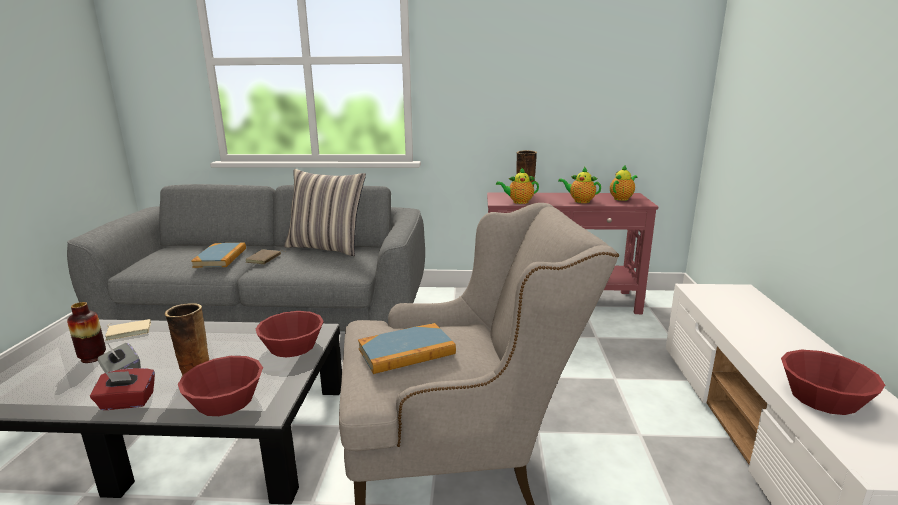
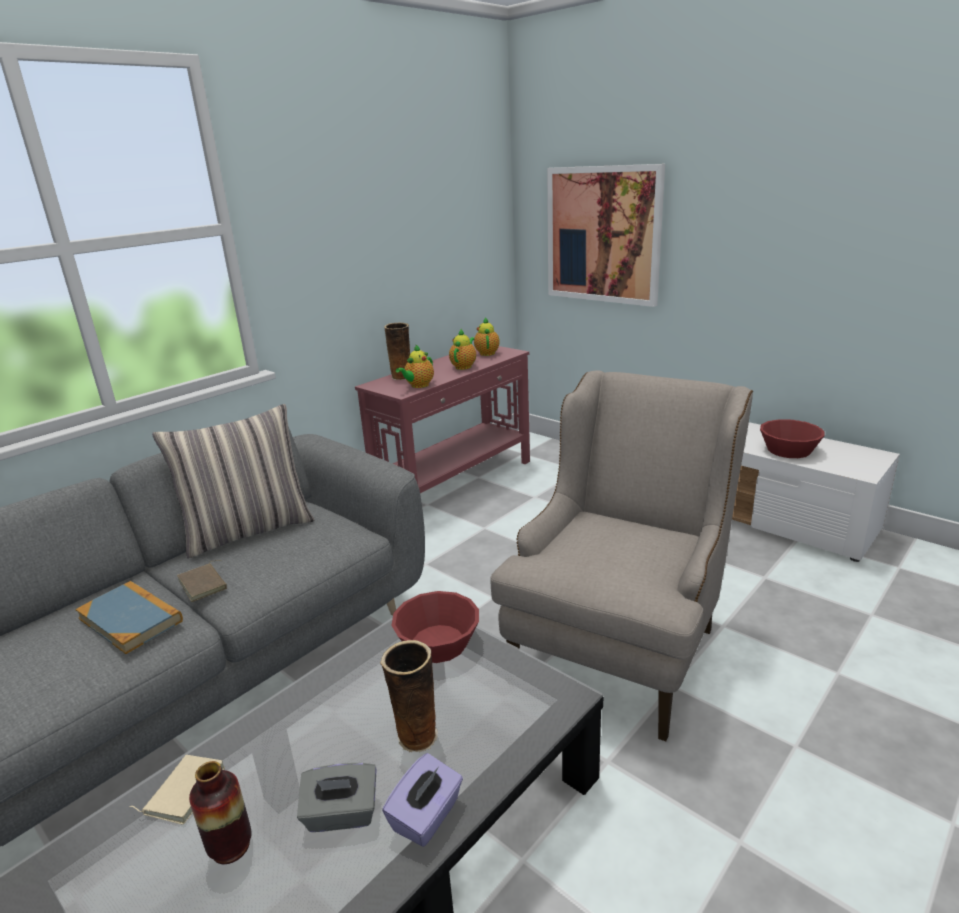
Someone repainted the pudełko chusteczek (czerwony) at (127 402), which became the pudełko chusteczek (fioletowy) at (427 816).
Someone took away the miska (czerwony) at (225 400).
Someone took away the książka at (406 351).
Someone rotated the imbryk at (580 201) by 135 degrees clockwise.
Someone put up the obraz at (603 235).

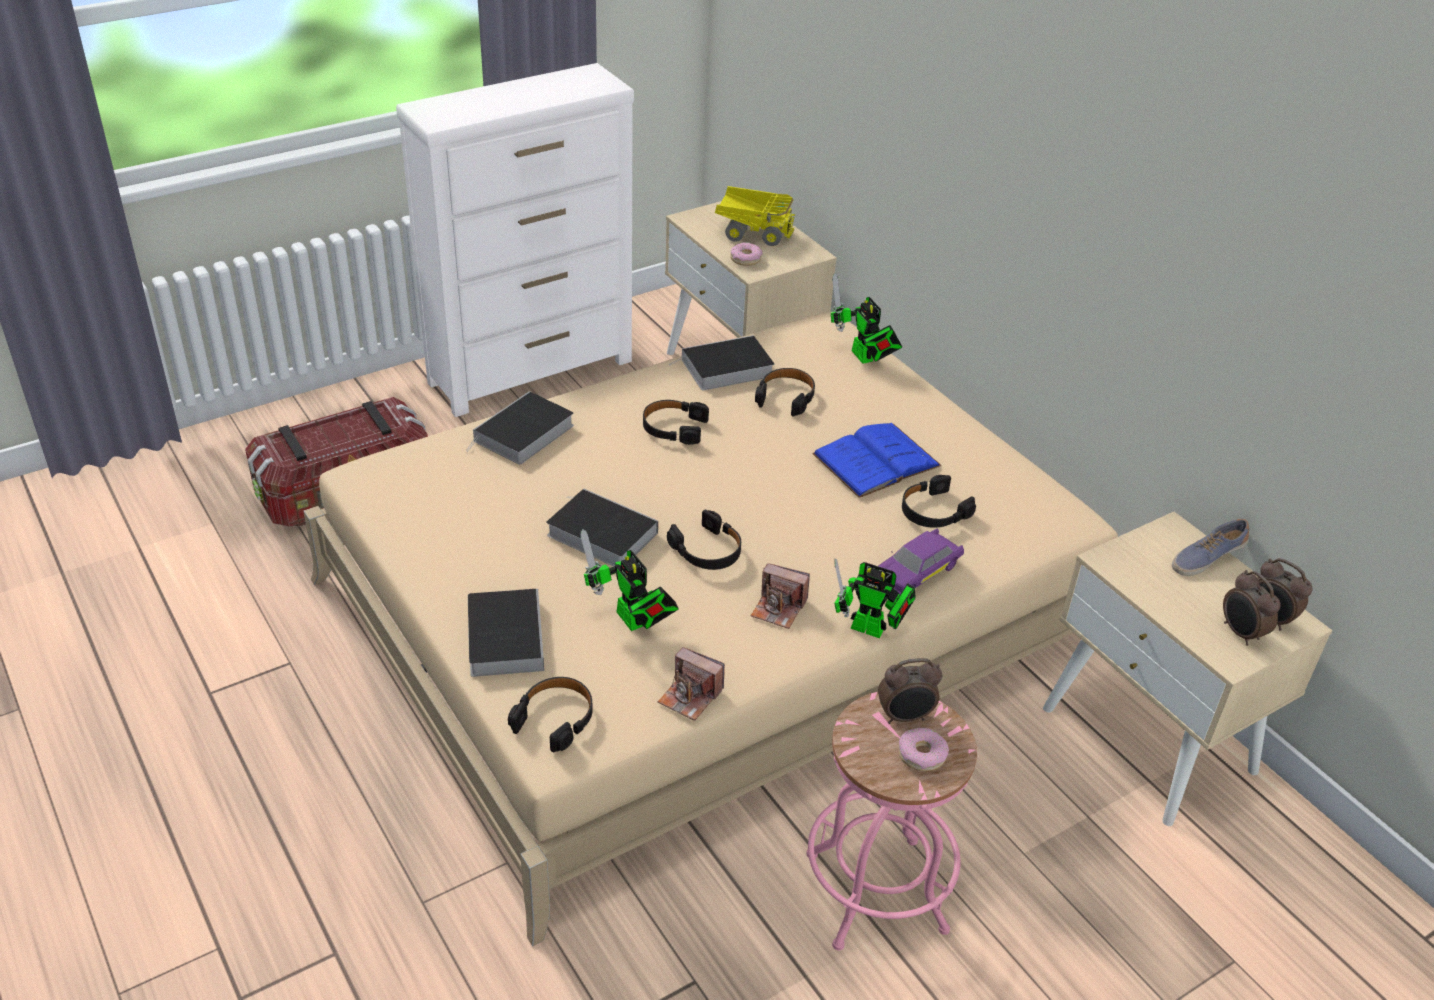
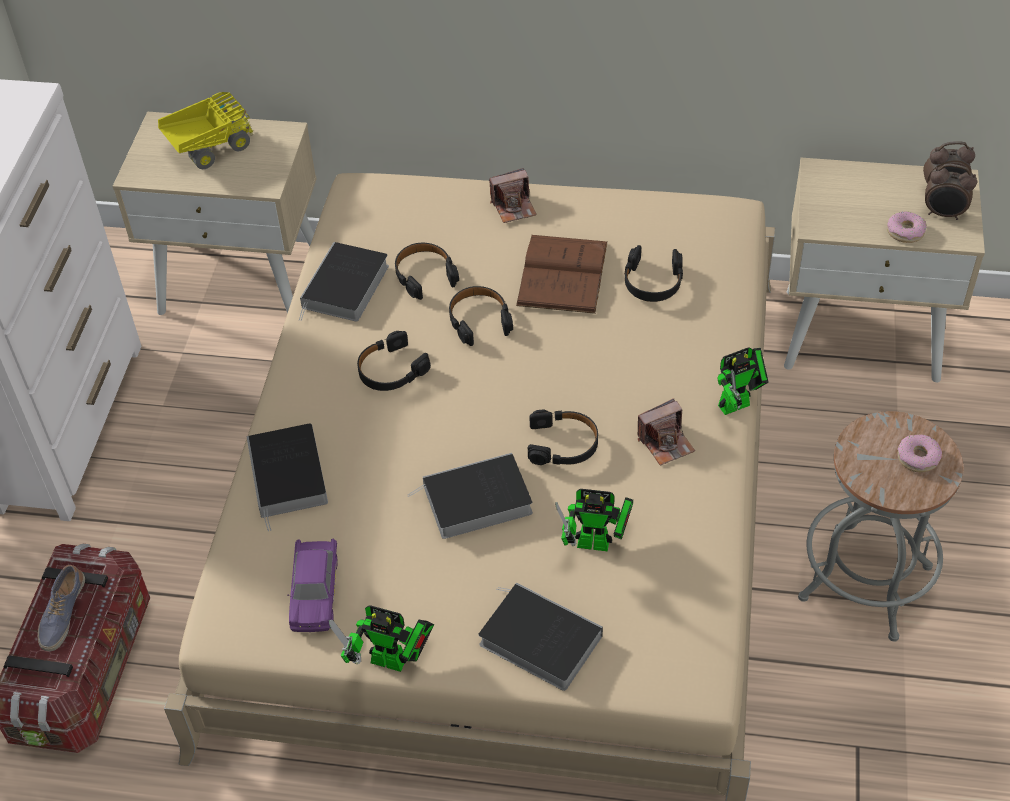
Someone carried the słuchawki (czarny) from (555 718) to (479 320).
Someone carried the aparat fotograficzny from (690 696) to (513 207).
Someone carried the donut from (745 259) to (905 232).
Someone repainted the stołek (różowy) at (876 892), which became the stołek (szary) at (865 582).
Someone repainted the książka (niebieski) at (876 460), which became the książka (brązowy) at (562 273).
Someone carried the robot zabawkowy from (864 358) to (394 662).
Someone carried the samochodzik (fioletowy) from (917 572) to (315 591).
Someone took away the budzik at (905 717).
Someone carried the but from (1206 558) to (63 615).

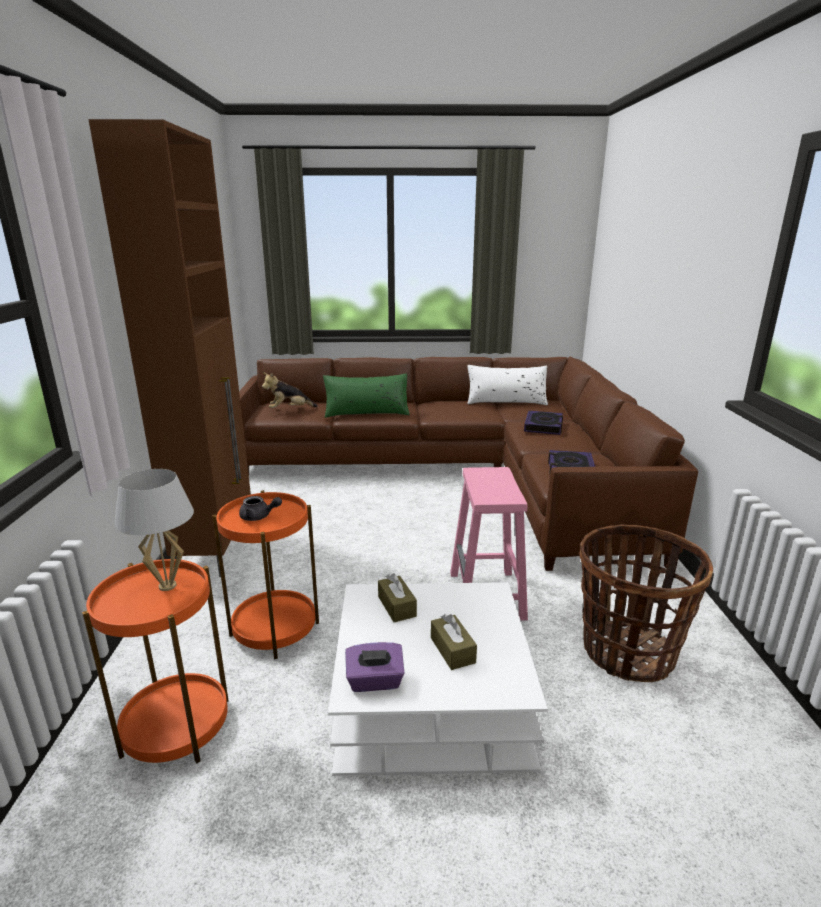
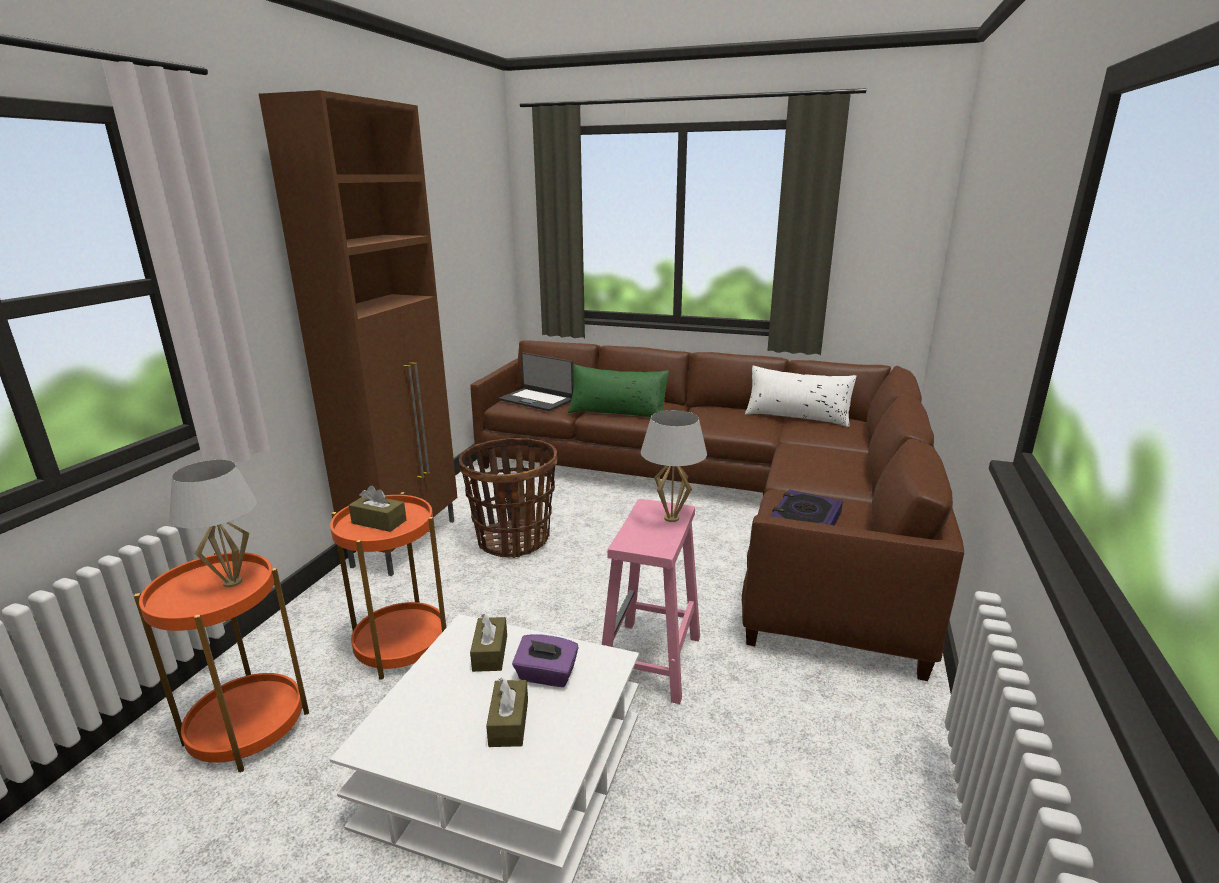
Someone swapped the imbryk (szary) at (259 517) for the pudełko chusteczek (brązowy) at (379 522).
Someone swapped the pluszak at (289 410) for the laptop at (537 400).
Someone carried the pudełko chusteczek (fioletowy) from (375 681) to (546 675).
Someone took away the książka at (543 426).
Someone carried the koszyk from (627 652) to (513 540).
Someone put down the lampa stołowa (biały) at (671 518).

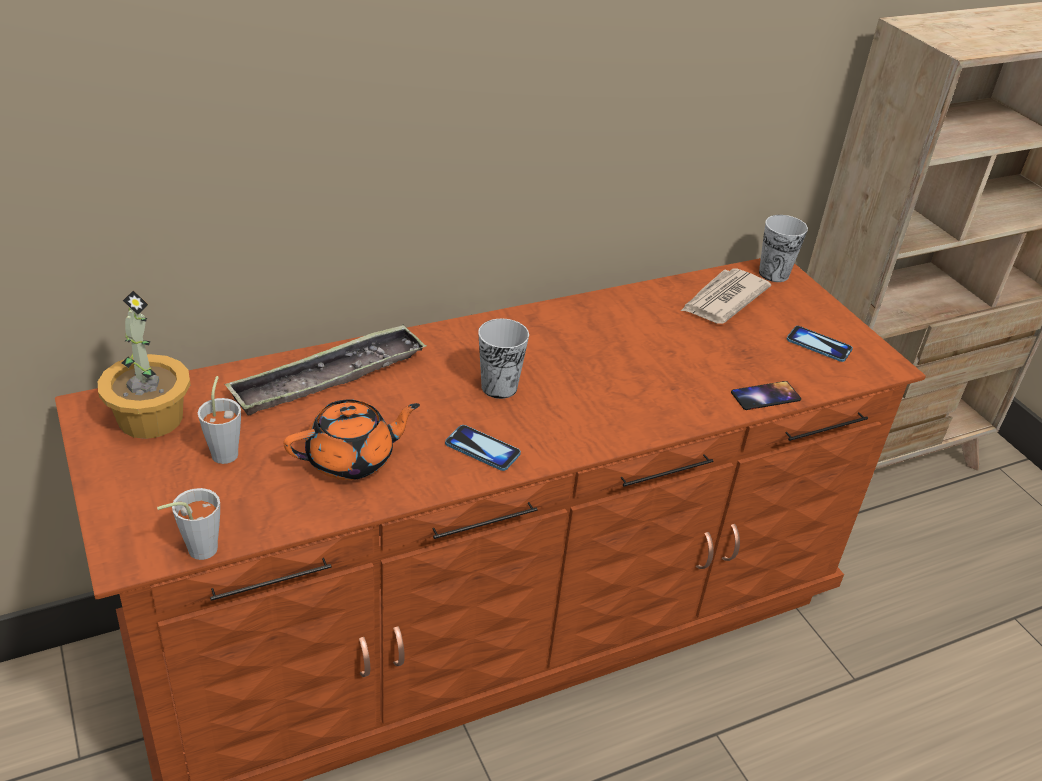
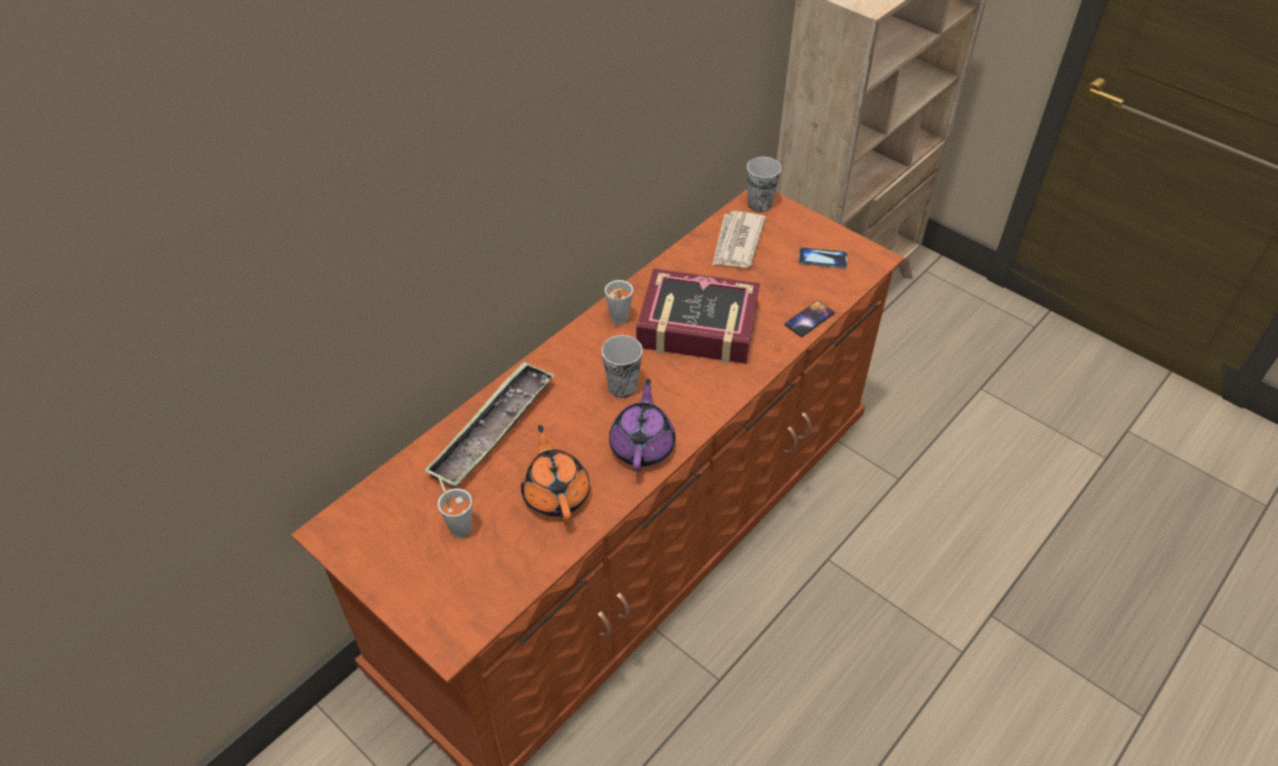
Someone took away the roślina doniczkowa at (149 418).
Someone carried the filiżanka (szary) from (196 551) to (616 320).
Someone rotated the imbryk (pomarańczowy) at (352 459) by 60 degrees counterclockwise.
Someone swapped the telefon at (482 449) for the imbryk (fioletowy) at (642 445).
Someone put down the książka at (697 326).

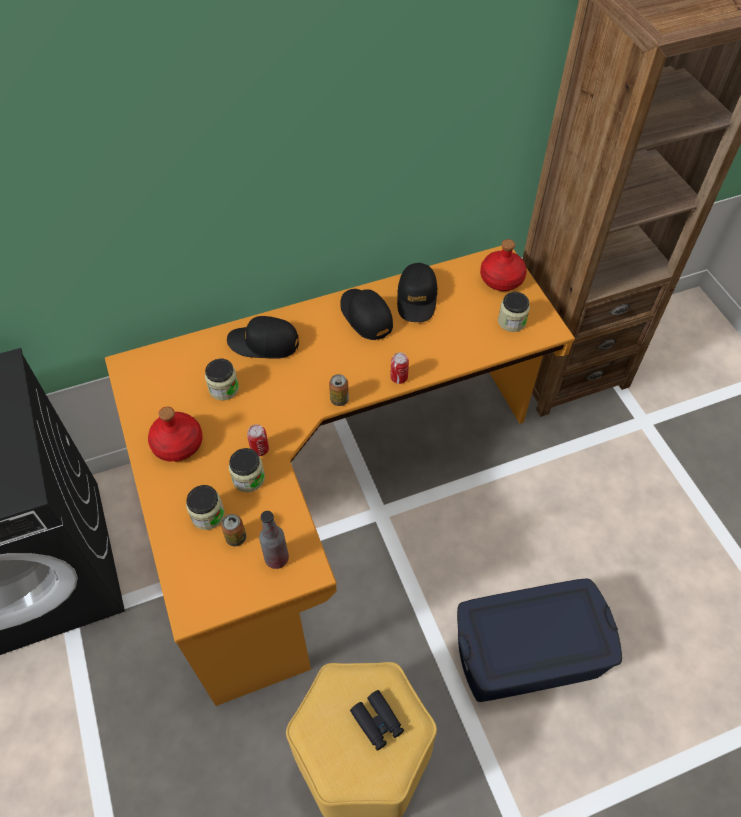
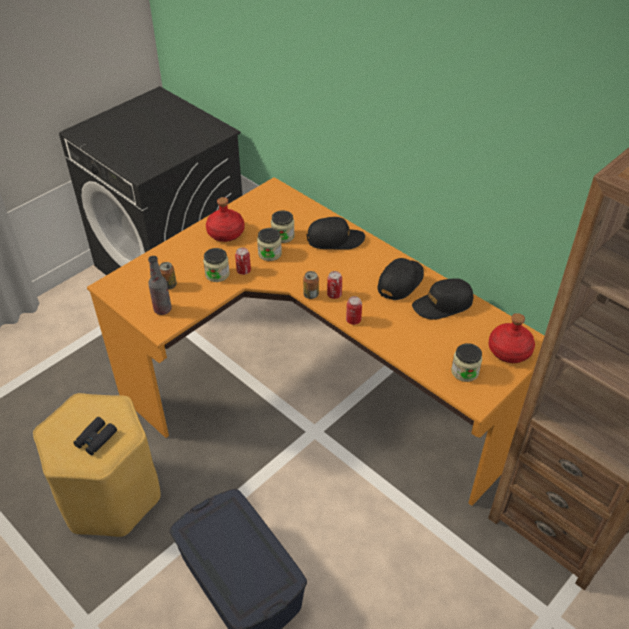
Someone carried the słoik from (208 515) to (269 253).
Someone rotated the czapka z daszkiem (czarny) at (264 343) by 105 degrees clockwise.
Someone put down the puszka at (334 294).

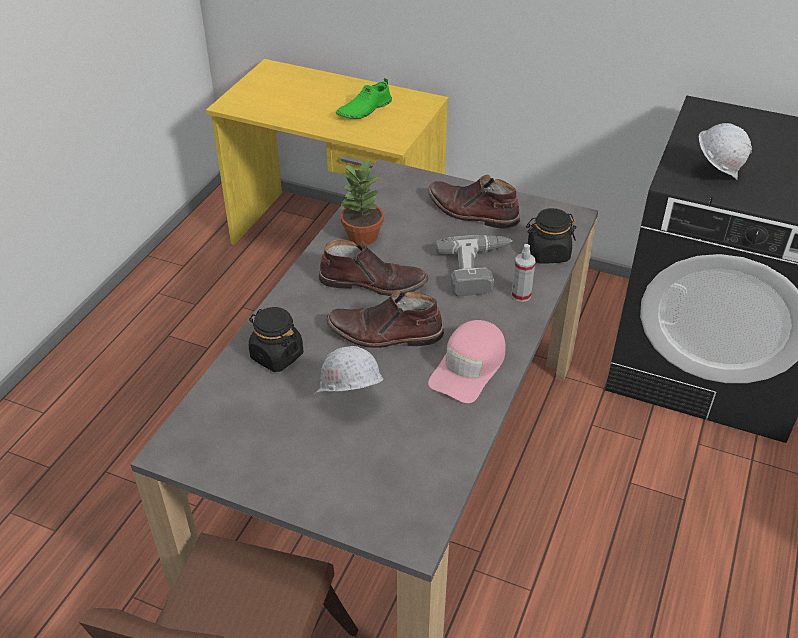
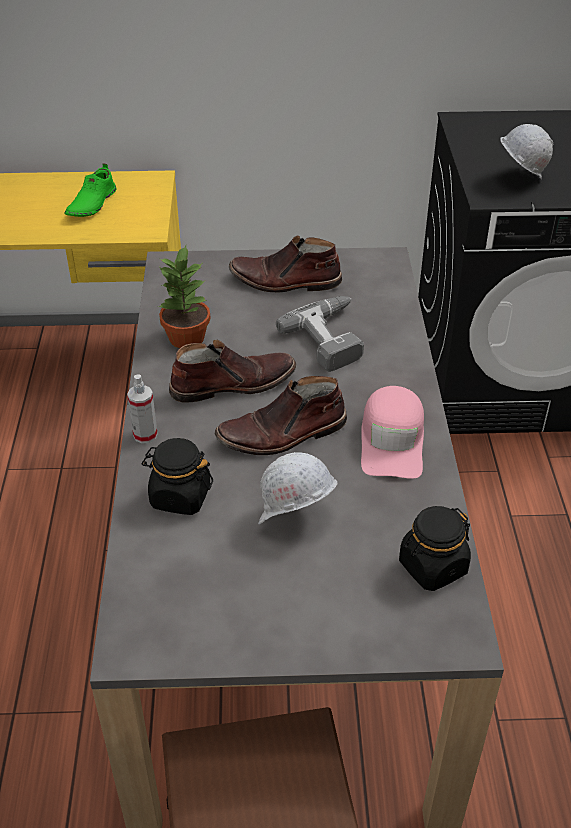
Someone carried the spryskiwacz from (521 295) to (145 435).
Someone carried the słoik (czarny) from (548 253) to (432 567).

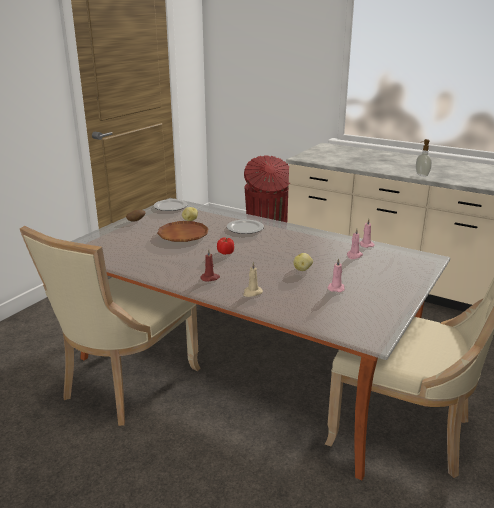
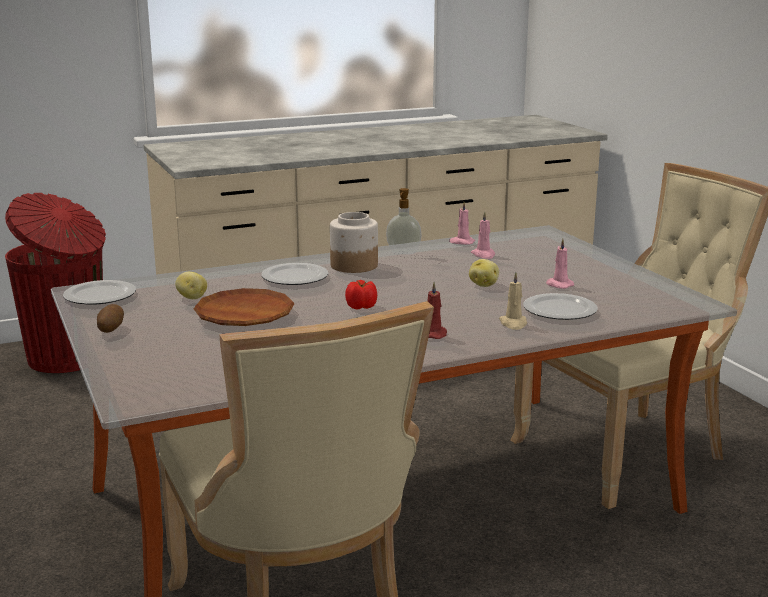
Someone carried the dozownik mydła from (421 175) to (403 253).
Someone put down the słoik at (353 266).
Someone put down the talerz at (560 310).

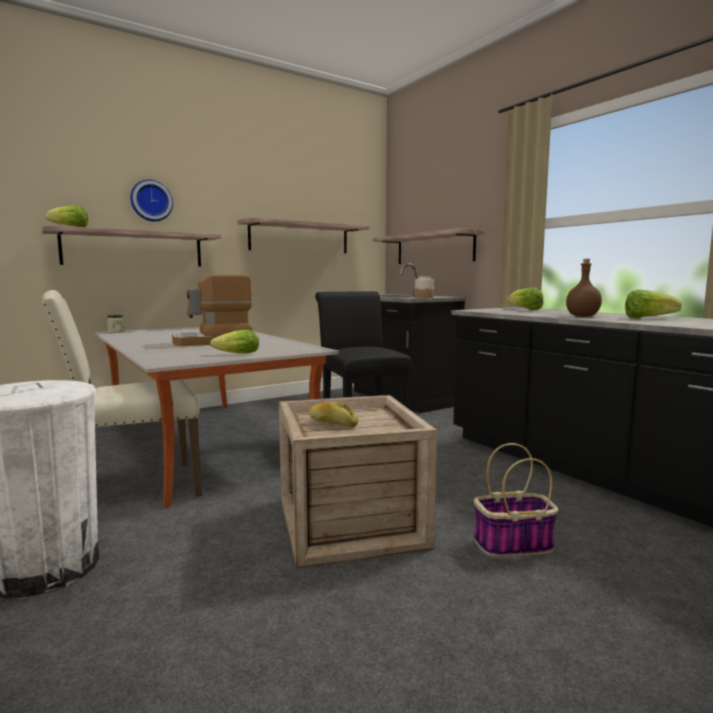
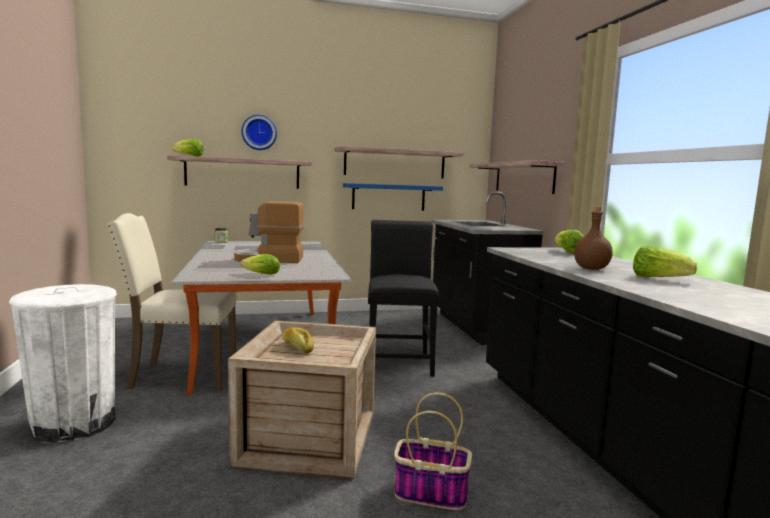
Someone took away the słoik at (424 297).
Someone put up the półka (niebieski) at (388 197).

